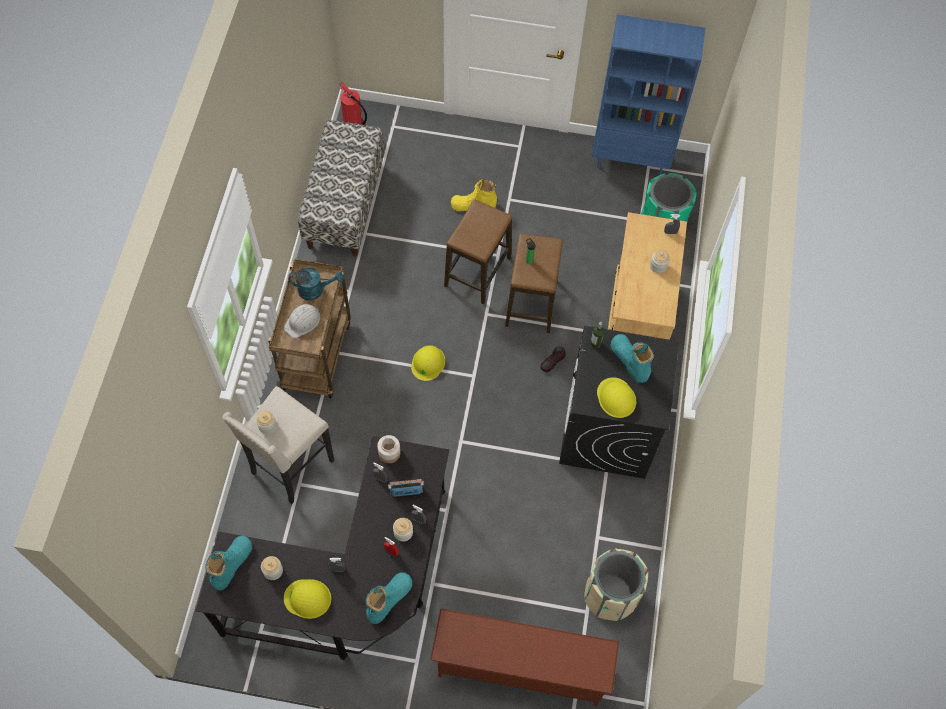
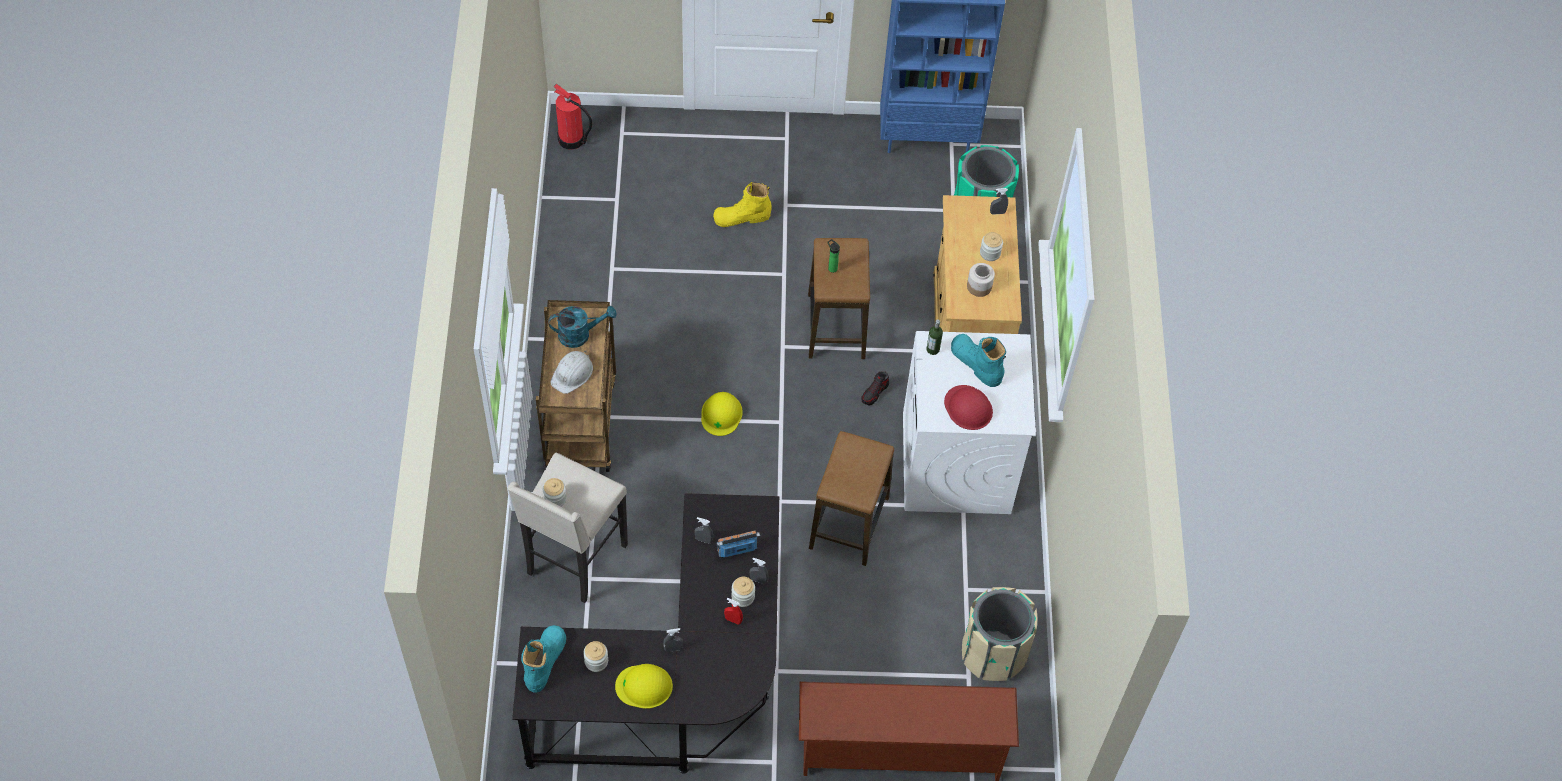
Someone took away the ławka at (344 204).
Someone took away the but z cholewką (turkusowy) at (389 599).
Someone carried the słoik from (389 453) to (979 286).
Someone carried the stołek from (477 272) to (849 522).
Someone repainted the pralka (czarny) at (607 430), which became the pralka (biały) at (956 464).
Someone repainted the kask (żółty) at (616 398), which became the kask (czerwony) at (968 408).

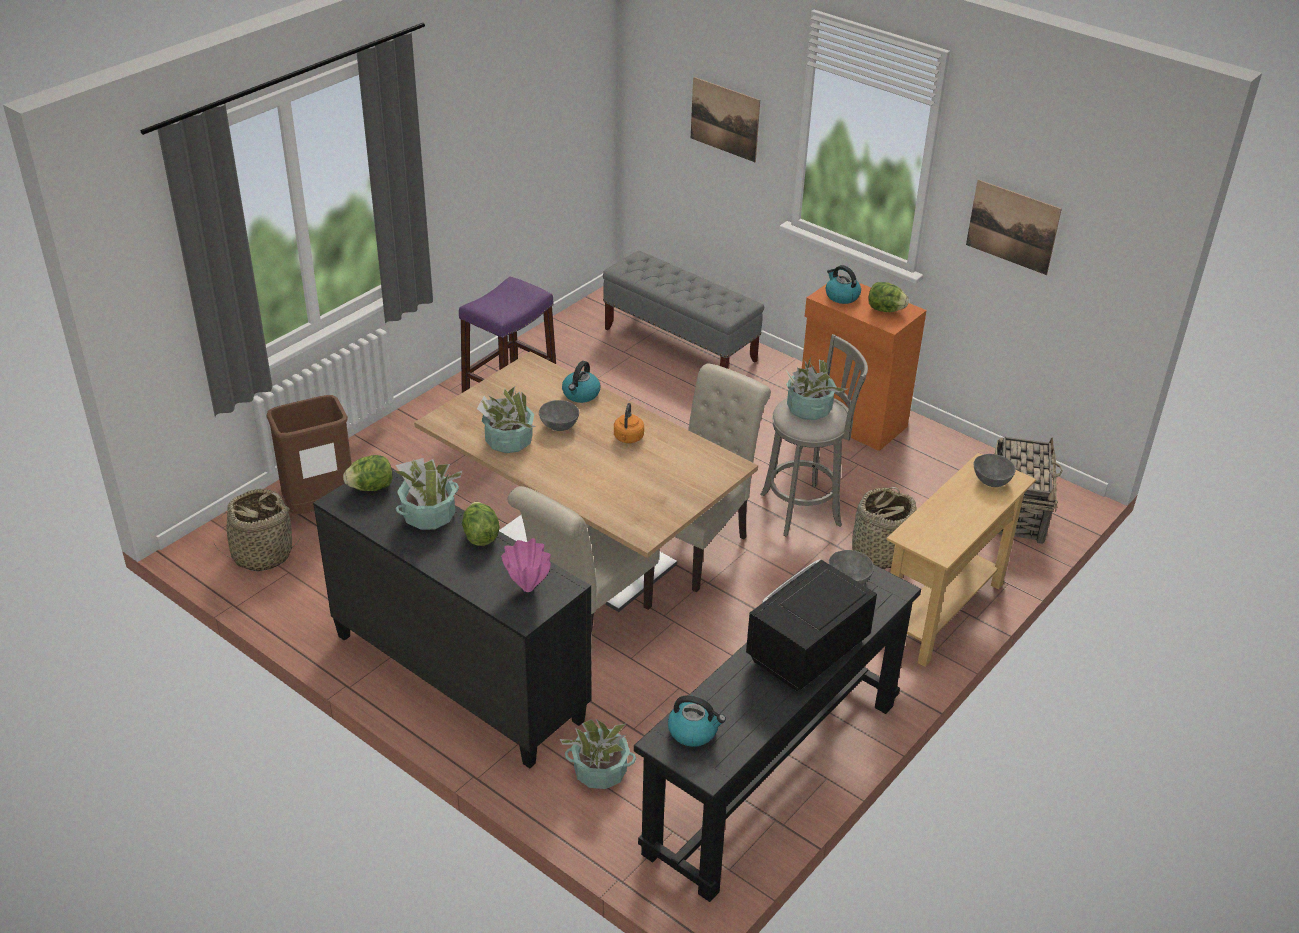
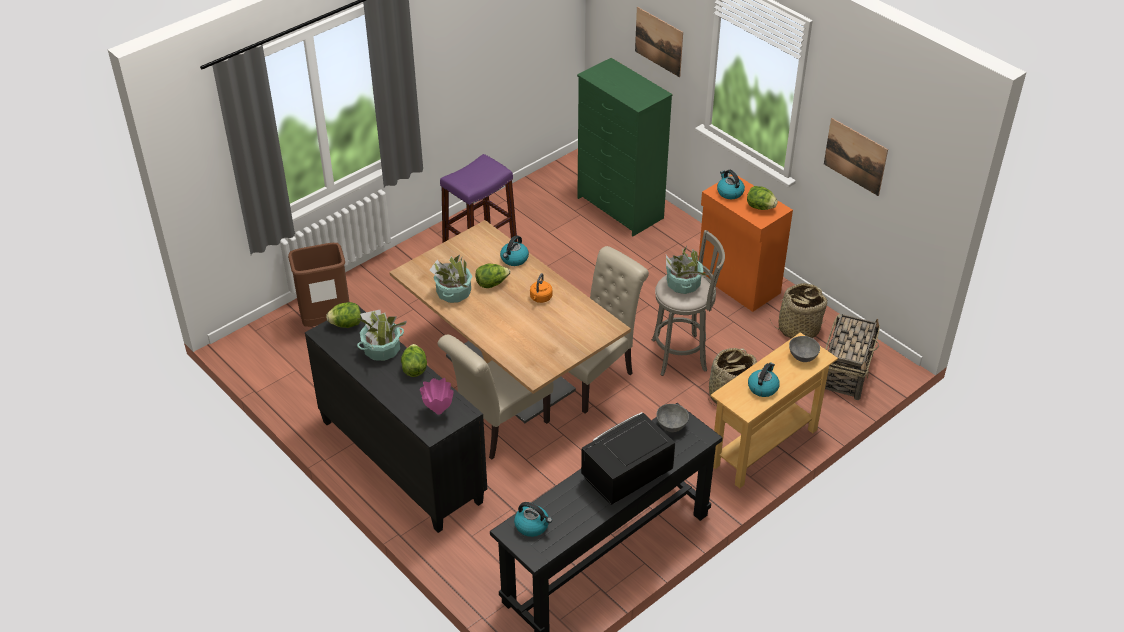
Someone carried the koszyk from (262 554) to (798 328).
Someone swapped the miska (szary) at (558 426) for the sałata at (492 283).
Someone took away the roślina doniczkowa at (600 771).
Someone swapped the ławka (szary) at (680 345) for the komoda (zielony) at (620 209).
Someone put down the czajnik at (763 387).

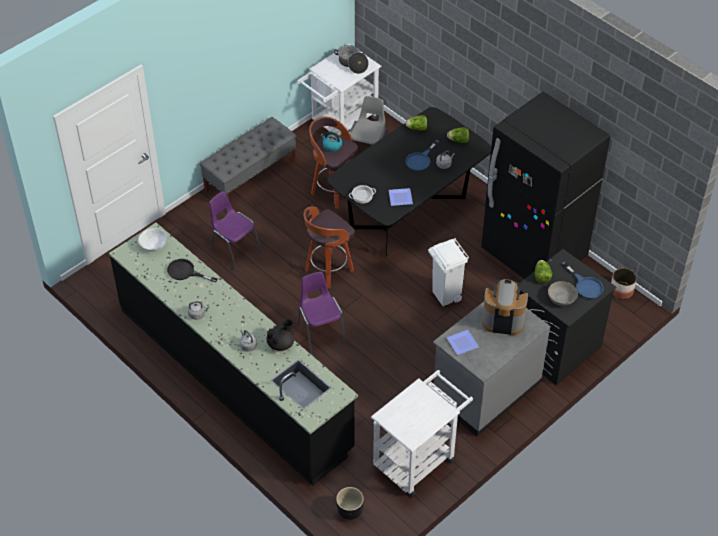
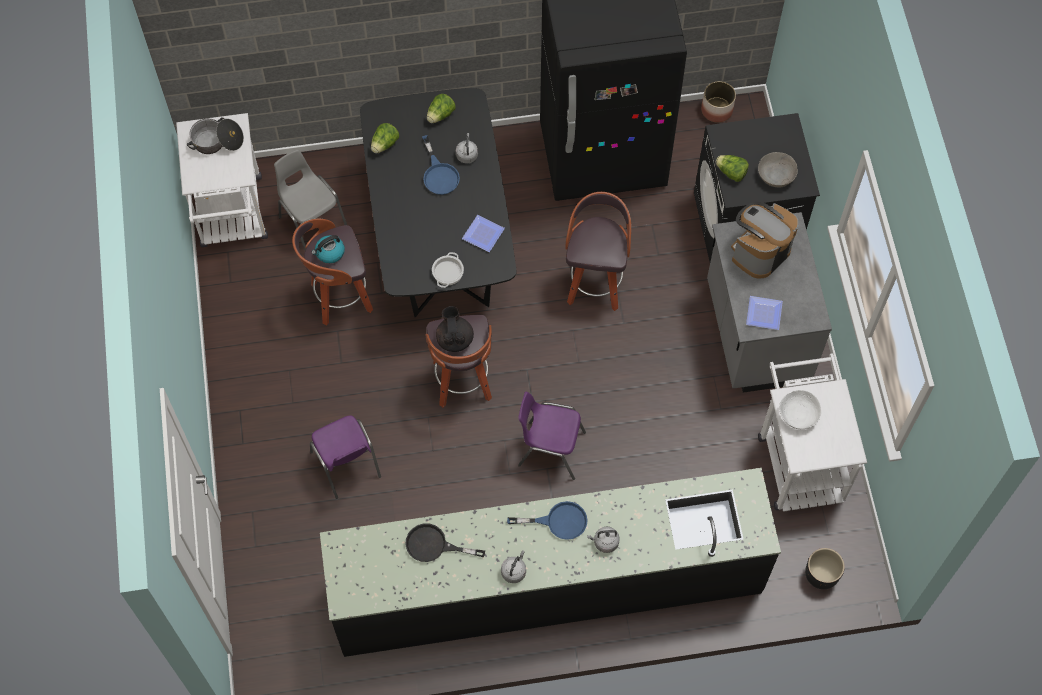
Someone carried the miska (biały) from (153 245) to (798 414).
Someone rotated the patelnia (czarny) at (185 272) by 45 degrees clockwise.
Someone took away the ławka (szary) at (250 176).
Someone rotated the krzesło (fioletowy) at (234 250) by 105 degrees counterclockwise.
Someone carried the imbryk (czarny) from (281 343) to (454 338).
Someone swapped the kosz na śmieci (biały) at (446 296) for the stołek at (595 283).
Someone carried the patelnia (niebieski) from (585 285) to (558 521).

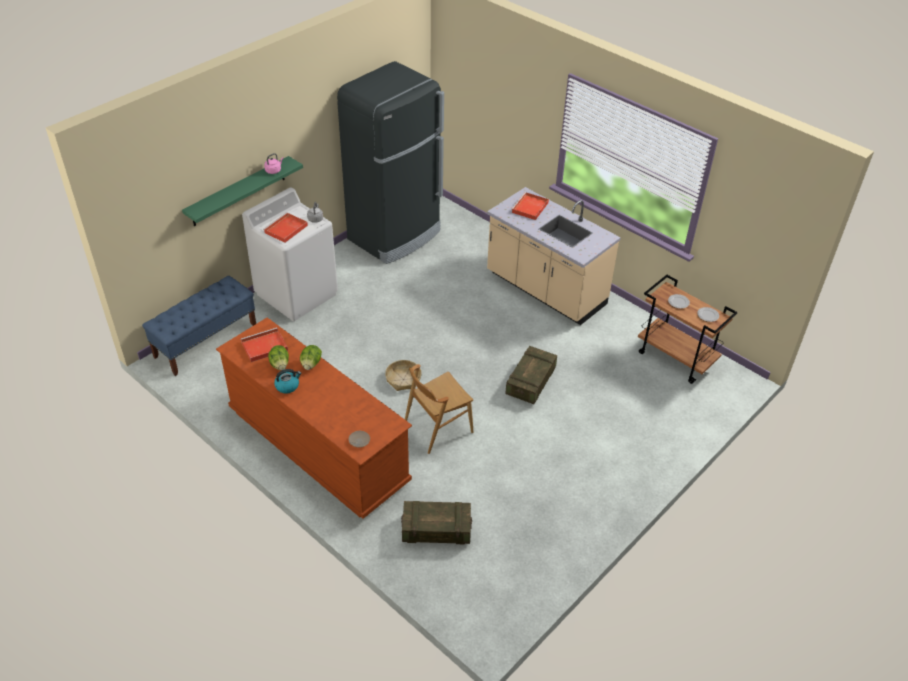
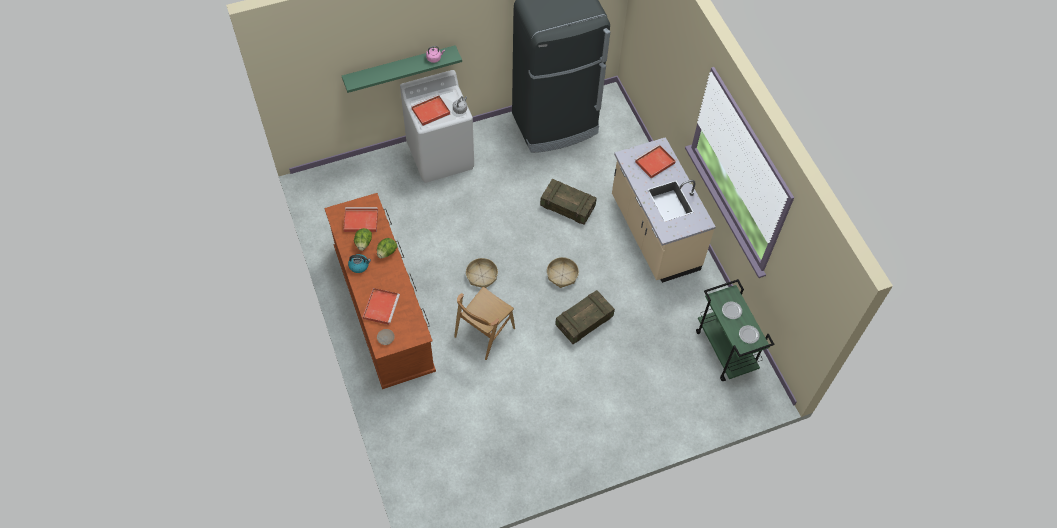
Someone took away the ławka (niebieski) at (206 341).
Someone carried the skrzynka from (436 530) to (567 207).
Someone rotated the krzesło (brązowy) at (438 427) by 45 degrees counterclockwise.
Someone repainted the wózek (brązowy) at (676 358), which became the wózek (zielony) at (726 350).
Someone put down the taca (czerwony) at (381 306).
Someone put down the koszyk at (562 275).

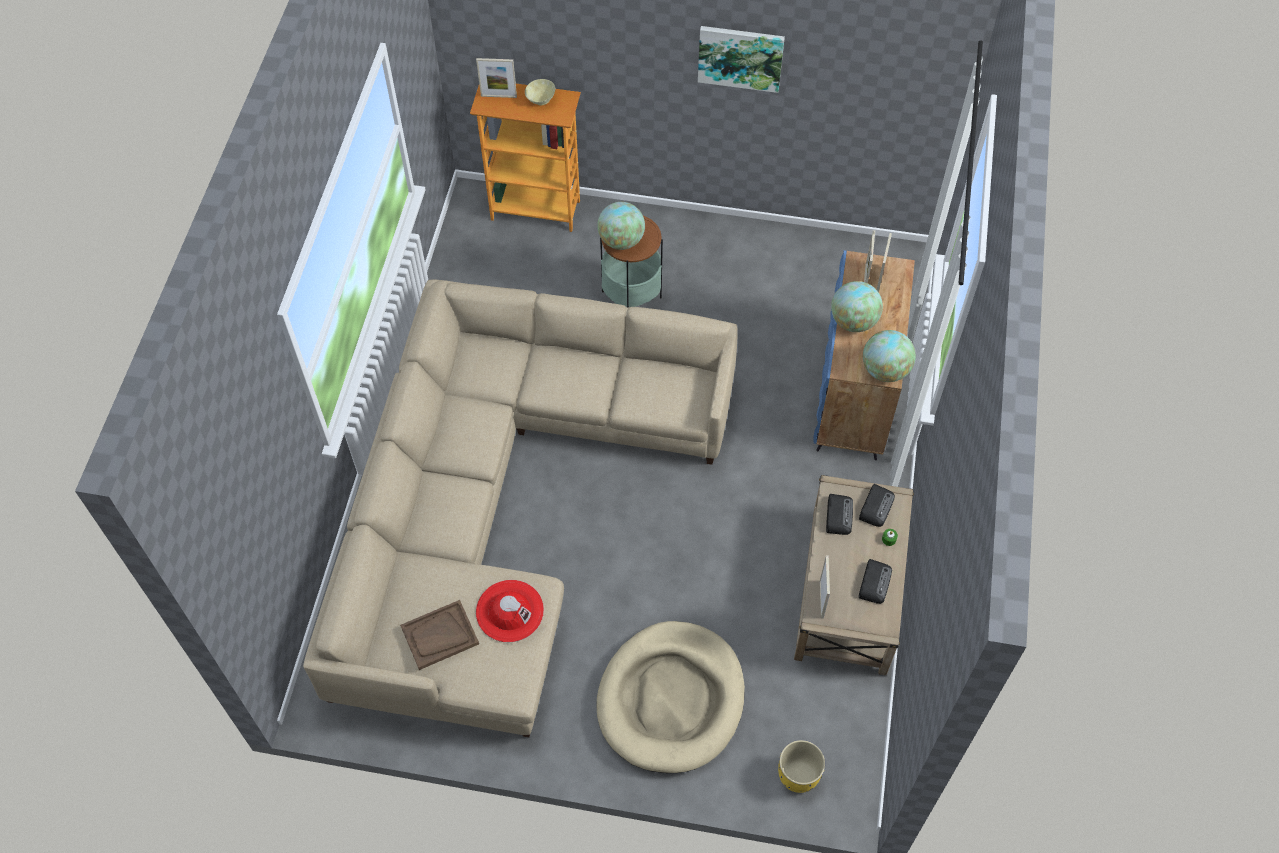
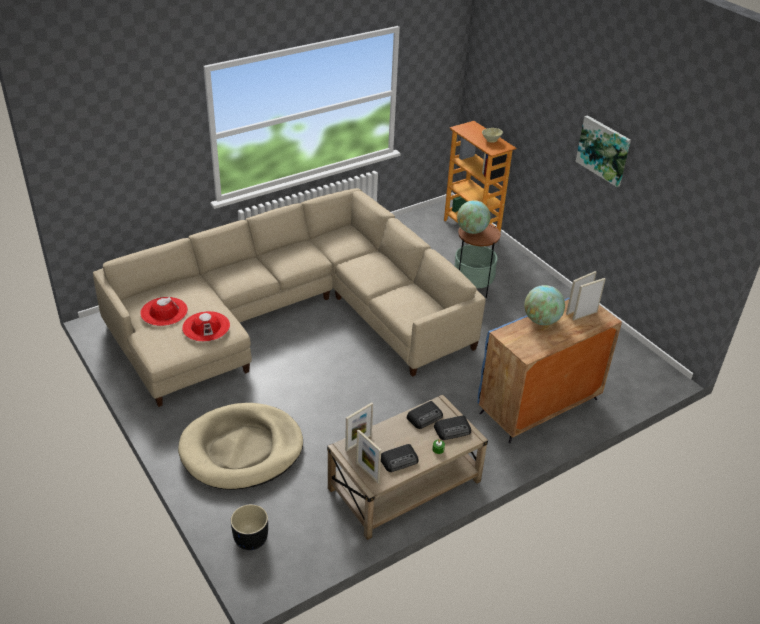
Someone swapped the taca (brązowy) at (439 636) for the kapelusz (czerwony) at (164 311).
Someone carried the ramka na zdjęcie from (498 96) to (367 472).
Someone repainted the donica (żółty) at (798 775), which became the donica (czarny) at (250 539).
Someone took away the globus at (885 370).

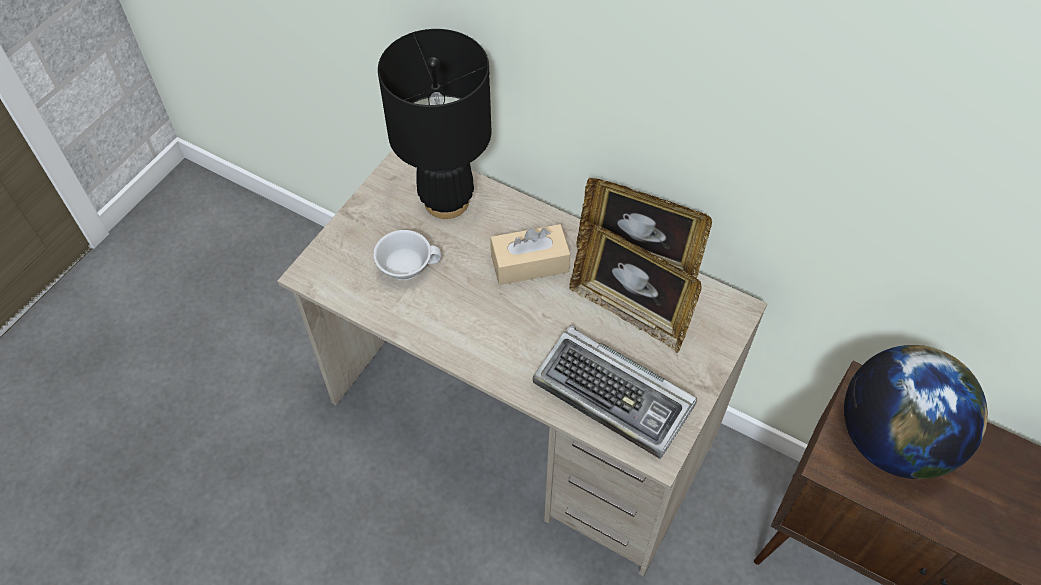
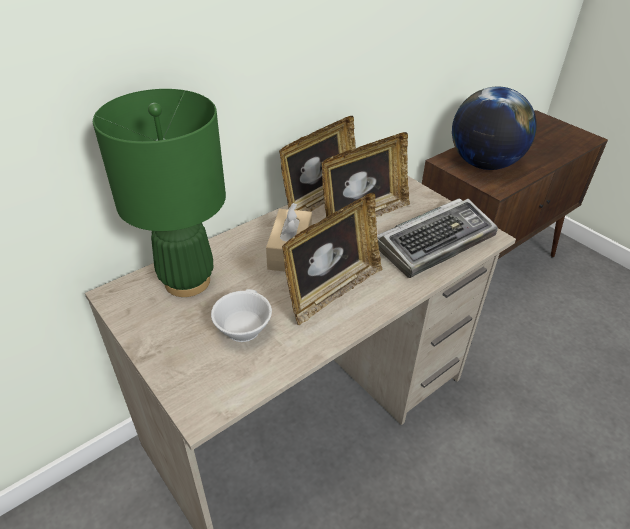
Someone repainted the lampa stołowa (czarny) at (446 200), which became the lampa stołowa (zielony) at (187 281).
Someone put down the ramka na zdjęcie at (332 291).

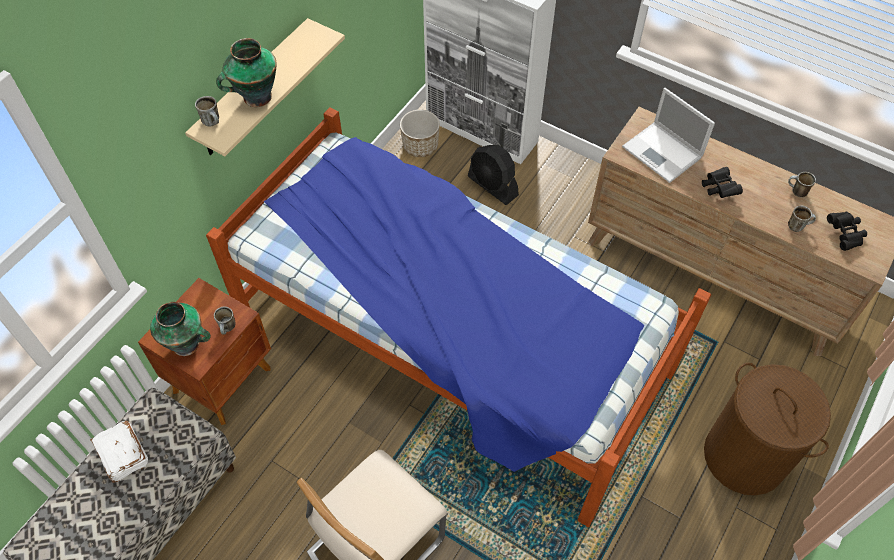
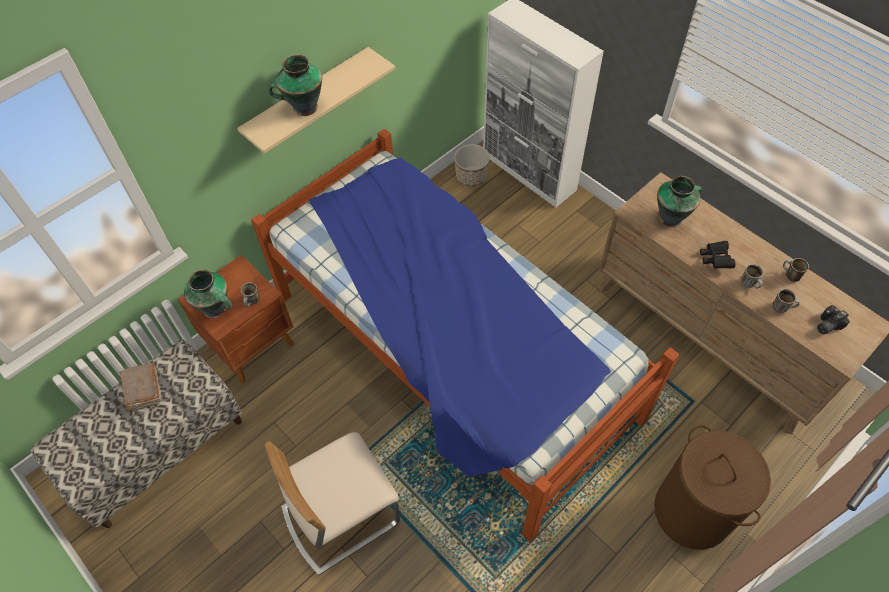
Someone repainted the książka (biały) at (123 456), which became the książka (brązowy) at (143 391).
Someone carried the kubek from (213 122) to (749 284).
Someone took away the wentylator (czarny) at (492 186).
Someone swapped the laptop at (663 153) for the wazon at (671 218).
Someone swapped the lornetka (czarny) at (845 234) for the aparat fotograficzny at (826 324).

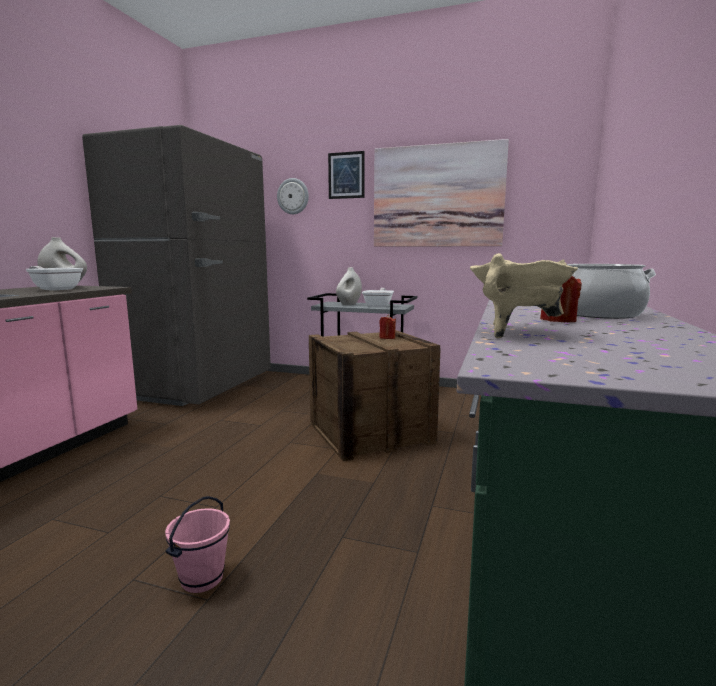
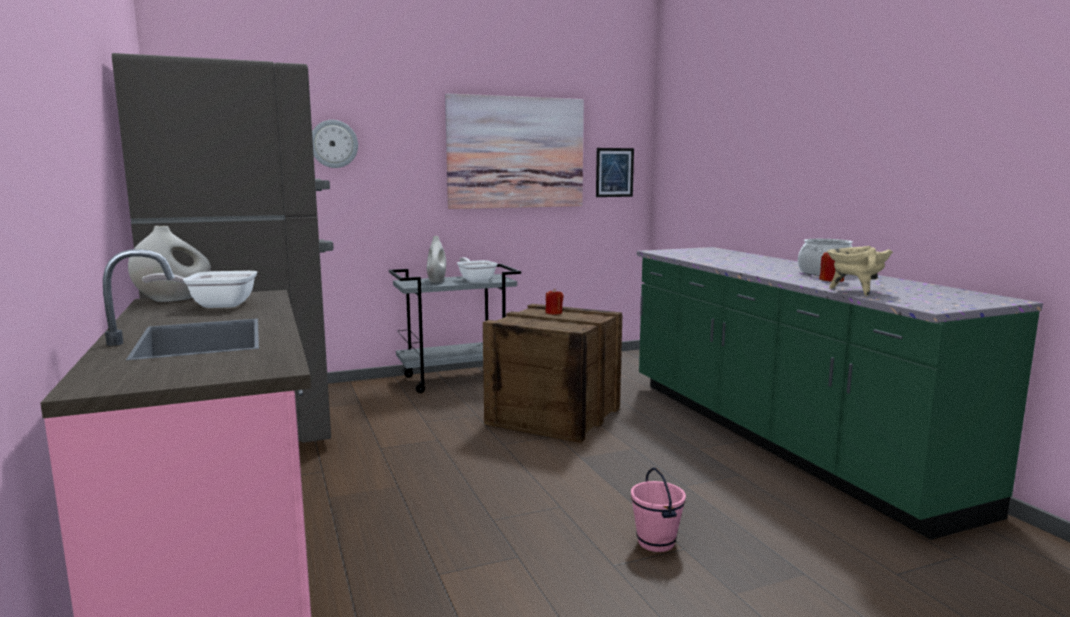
Someone carried the obraz from (346 175) to (614 172).

